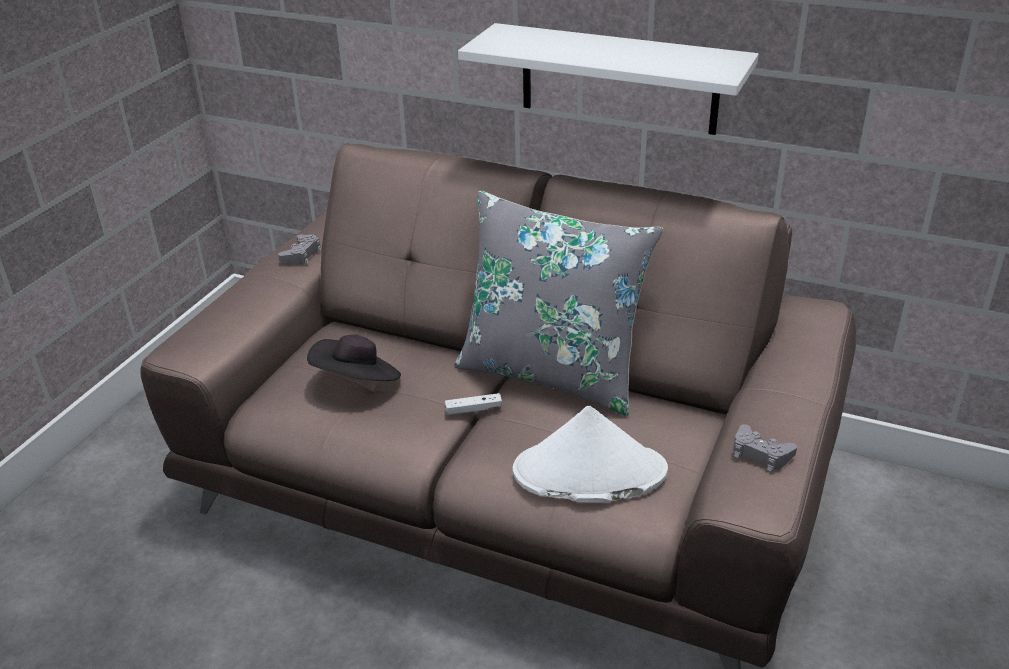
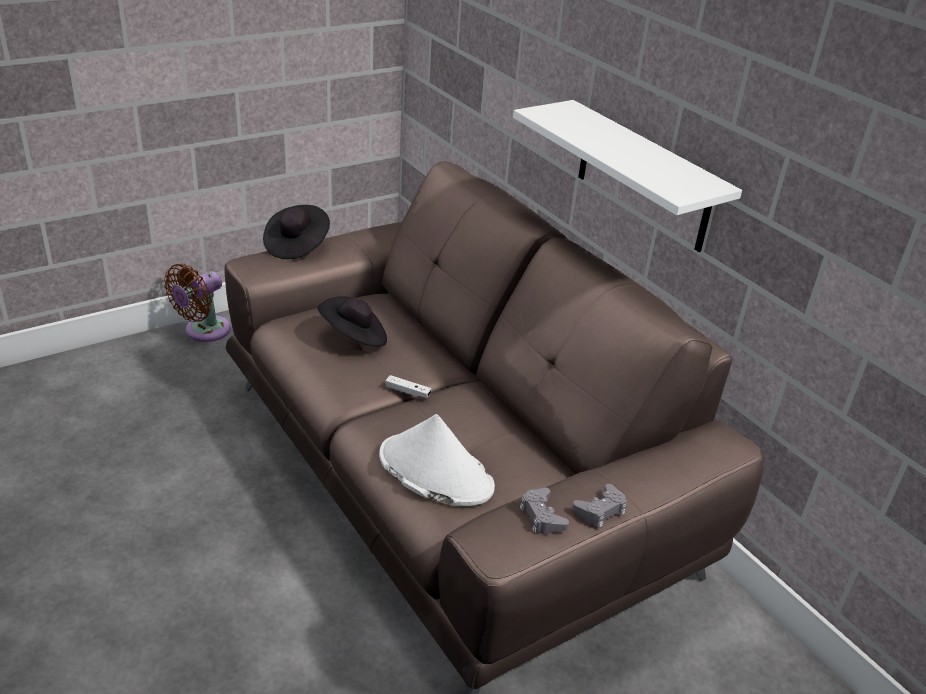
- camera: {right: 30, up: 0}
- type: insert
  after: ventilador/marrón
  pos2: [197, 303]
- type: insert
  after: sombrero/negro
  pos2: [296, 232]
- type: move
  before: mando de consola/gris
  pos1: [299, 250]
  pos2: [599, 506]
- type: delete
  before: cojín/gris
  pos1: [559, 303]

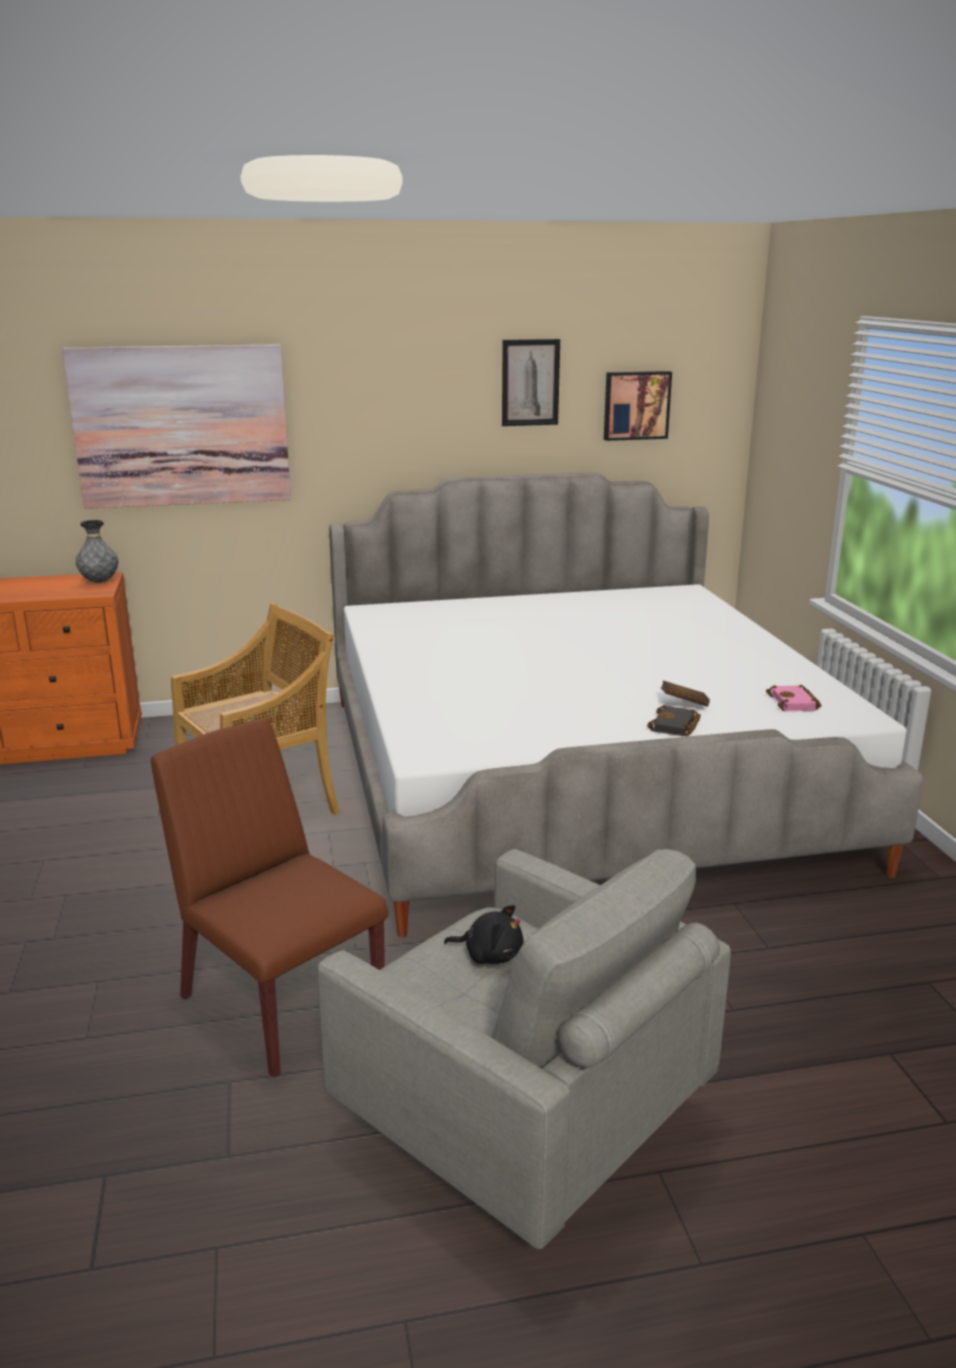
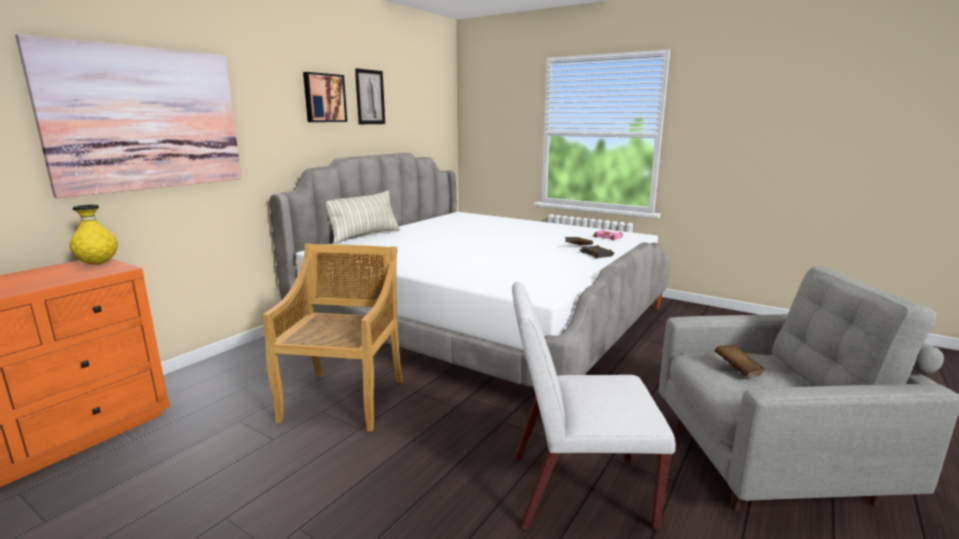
- camera: {right: -45, up: -5}
- type: recolor
  before: florero/gris
  after: florero/amarillo
  pos1: [97, 551]
  pos2: [93, 234]
- type: move
  before: cuadro
  pos1: [638, 406]
  pos2: [325, 97]
- type: insert
  after: cojín
  pos2: [363, 217]
- type: recolor
  before: silla/marrón
  after: silla/blanco
  pos1: [269, 898]
  pos2: [594, 405]
- type: replace
  before: peluche/negro
  after: libro/marrón
  pos1: [484, 934]
  pos2: [740, 361]

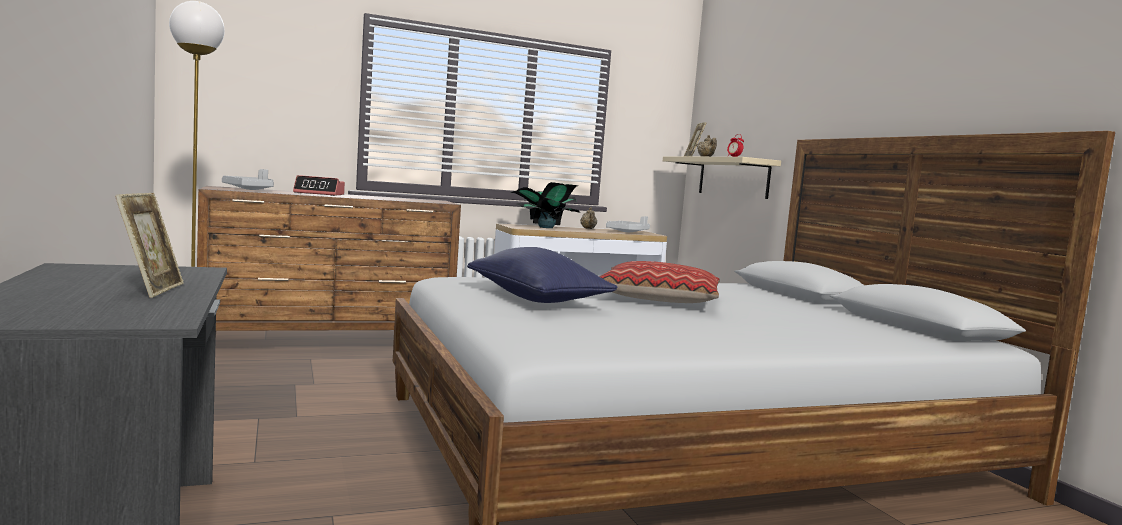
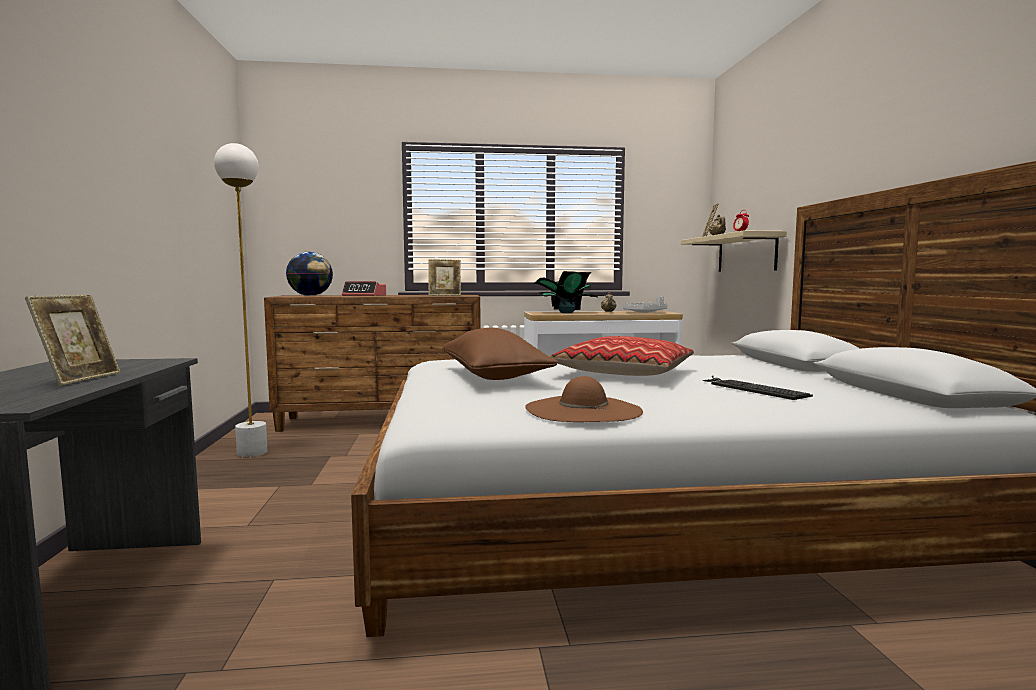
- camera: {right: 15, up: 0}
- type: replace
  before: bandeja/gris
  after: globo terráqueo
  pos1: [248, 179]
  pos2: [309, 274]
- type: insert
  after: portarretratos
  pos2: [444, 277]
- type: recolor
  before: cojín/azul
  after: cojín/marrón
  pos1: [542, 275]
  pos2: [500, 354]
- type: insert
  after: sombrero/marrón
  pos2: [584, 399]
- type: insert
  after: teclado
  pos2: [758, 388]

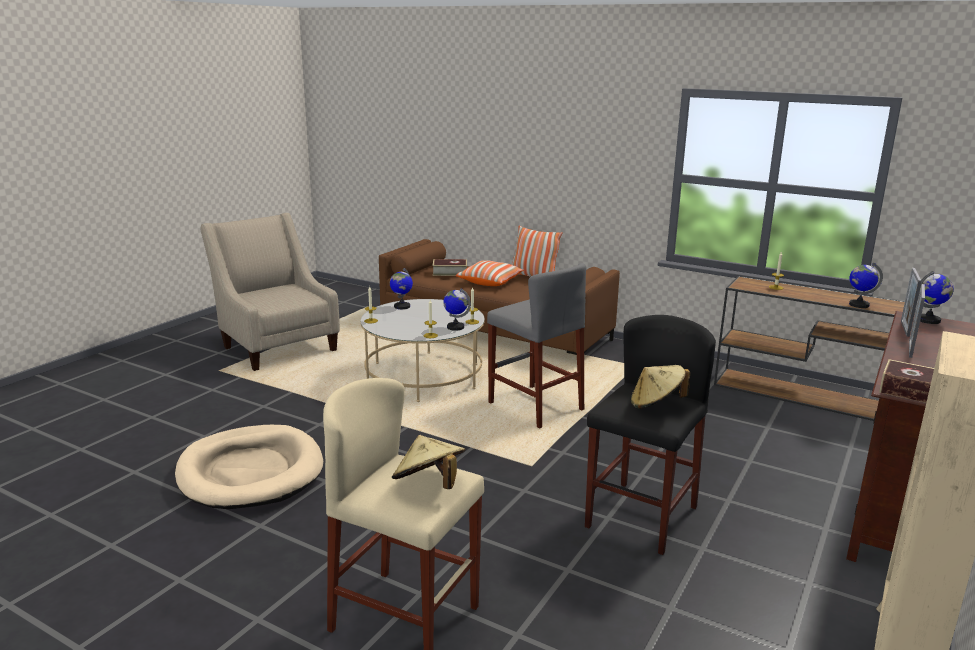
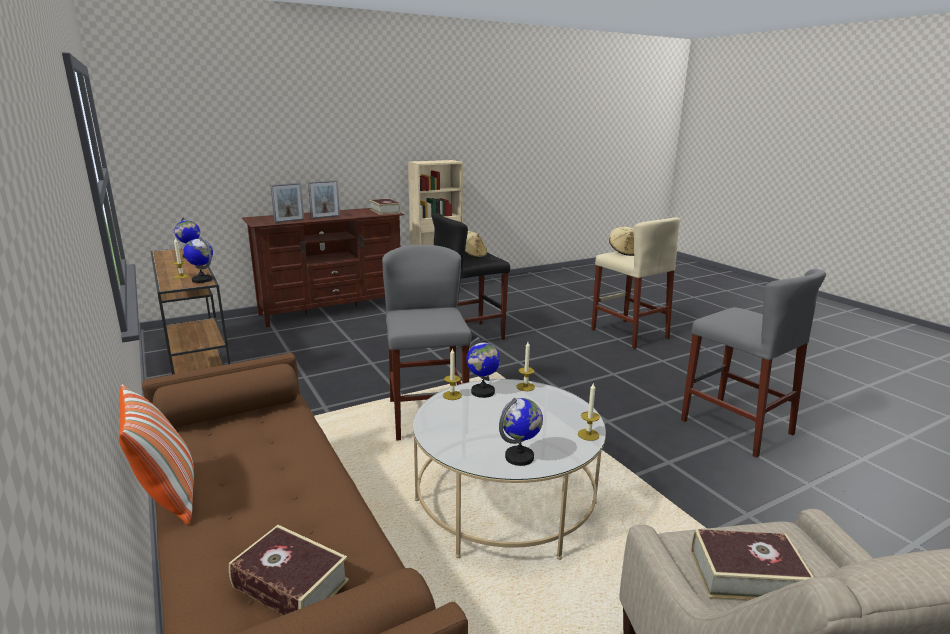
- camera: {right: -150, up: 0}
- type: move
  before: globo terráqueo
  pos1: [936, 297]
  pos2: [198, 260]
- type: replace
  before: cama para perro/beis
  after: taburete/gris
  pos1: [249, 467]
  pos2: [753, 363]
- type: insert
  after: libro
  pos2: [752, 565]
- type: delete
  before: cojín
  pos1: [490, 273]

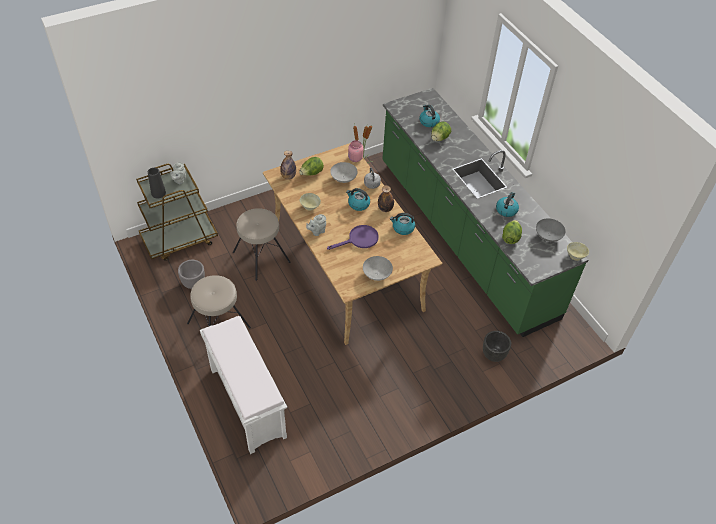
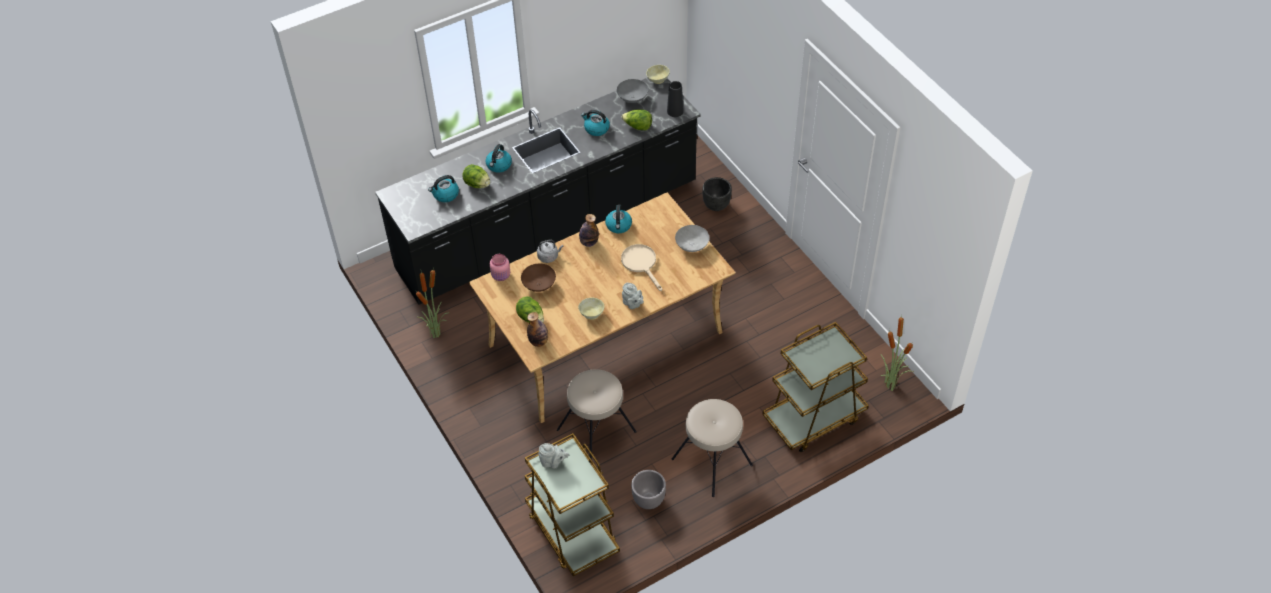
- camera: {right: -90, up: 0}
- type: recolor
  before: mueble bajo de cocina/verde
  after: mueble bajo de cocina/negro
  pos1: [485, 212]
  pos2: [538, 191]
- type: move
  before: hervidor
  pos1: [358, 199]
  pos2: [499, 158]
- type: recolor
  before: cuenco/gris
  after: cuenco/marrón
  pos1: [344, 172]
  pos2: [538, 278]
- type: recolor
  before: sartén/morado
  after: sartén/beis
  pos1: [352, 237]
  pos2: [641, 267]
- type: move
  before: florero/negro
  pos1: [157, 183]
  pos2: [675, 99]
- type: replace
  before: banco/blanco
  after: carrito/marrón
  pos1: [243, 385]
  pos2: [815, 387]
- type: insert
  after: planta en maceta
  pos2: [897, 353]

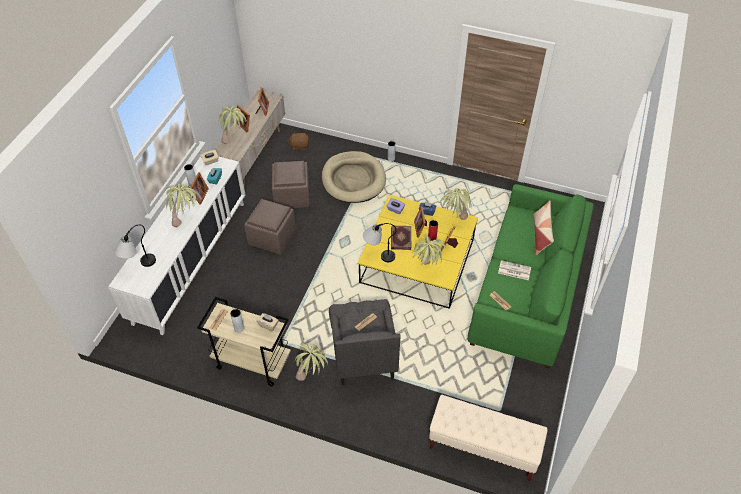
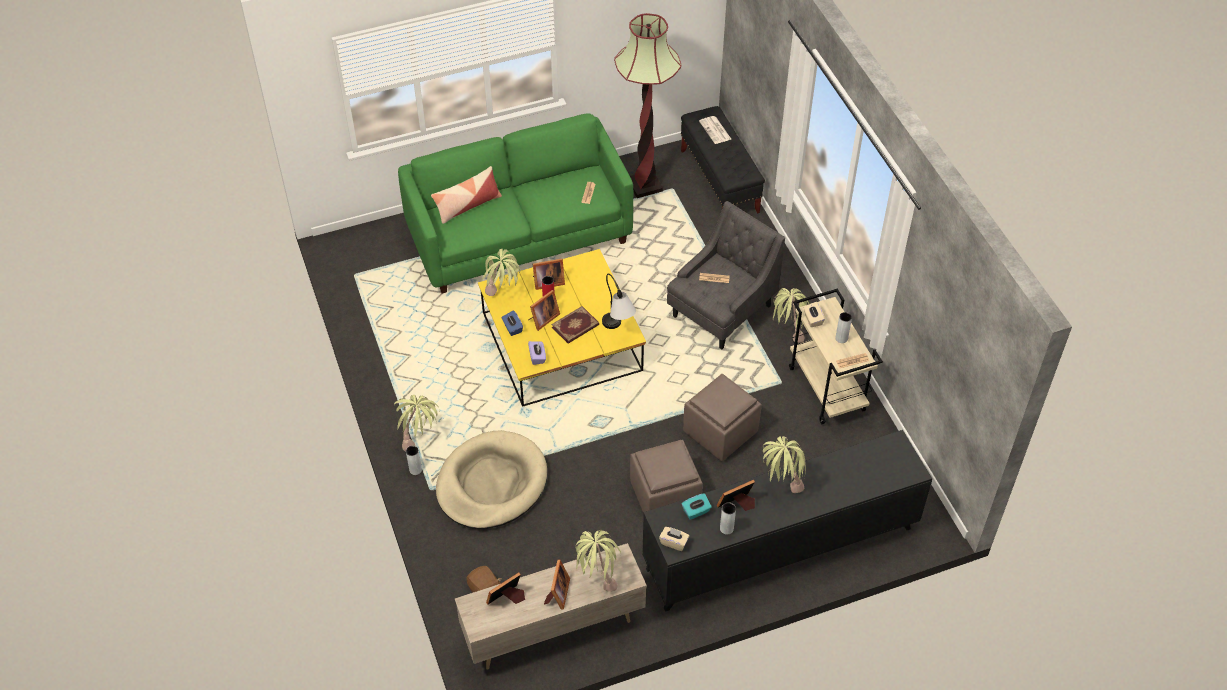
- camera: {right: -130, up: 0}
- type: move
  before: planta en maceta
  pos1: [429, 250]
  pos2: [417, 423]
- type: insert
  after: lámpara de pie
  pos2: [647, 105]
- type: recolor
  before: armario/blanco
  after: armario/negro
  pos1: [177, 243]
  pos2: [787, 521]
- type: recolor
  before: banco/beis
  after: banco/negro
  pos1: [488, 438]
  pos2: [723, 159]
- type: move
  before: puf/marrón
  pos1: [291, 184]
  pos2: [722, 417]
- type: move
  before: periódico
  pos1: [514, 270]
  pos2: [715, 130]
- type: delete
  before: lámpara de mesa
  pos1: [135, 245]

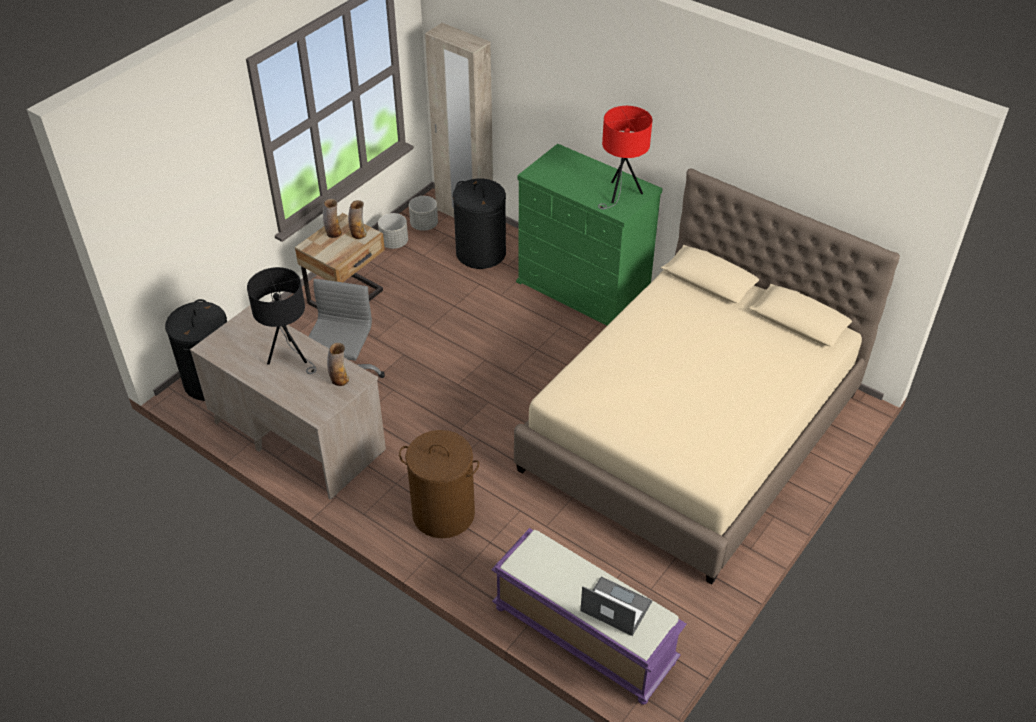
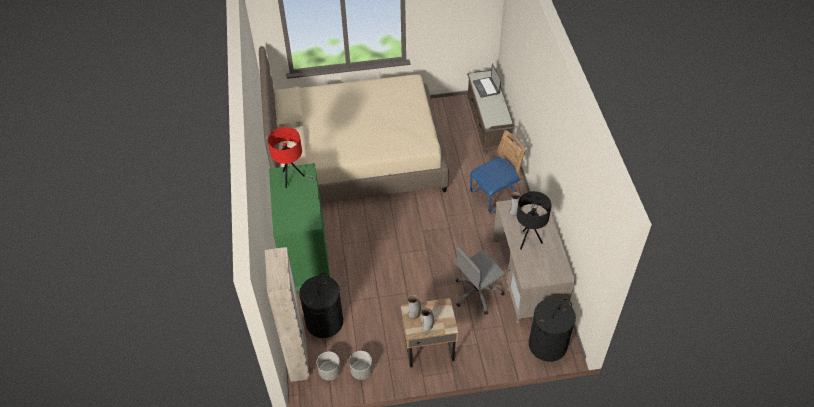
- camera: {right: -135, up: 5}
- type: recolor
  before: banco/morado
  after: banco/marrón
  pos1: [589, 616]
  pos2: [490, 112]
- type: replace
  before: cesto de la ropa/marrón
  after: silla/azul
  pos1: [439, 484]
  pos2: [497, 172]

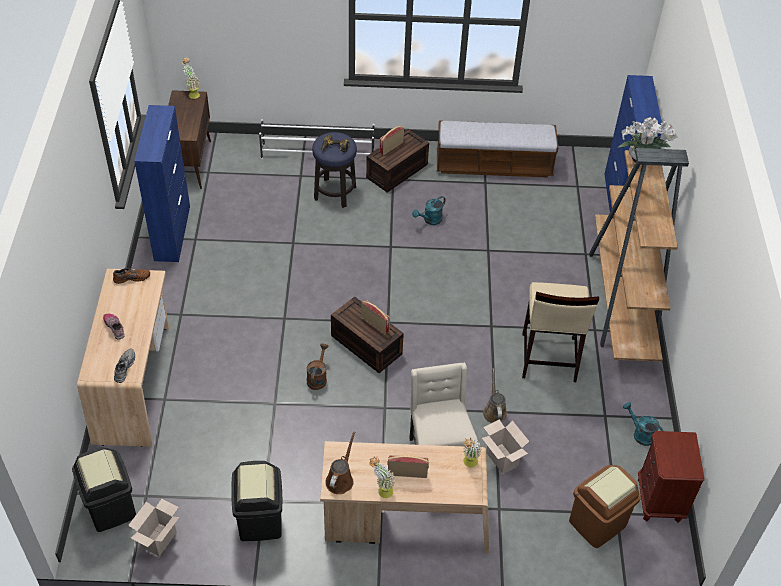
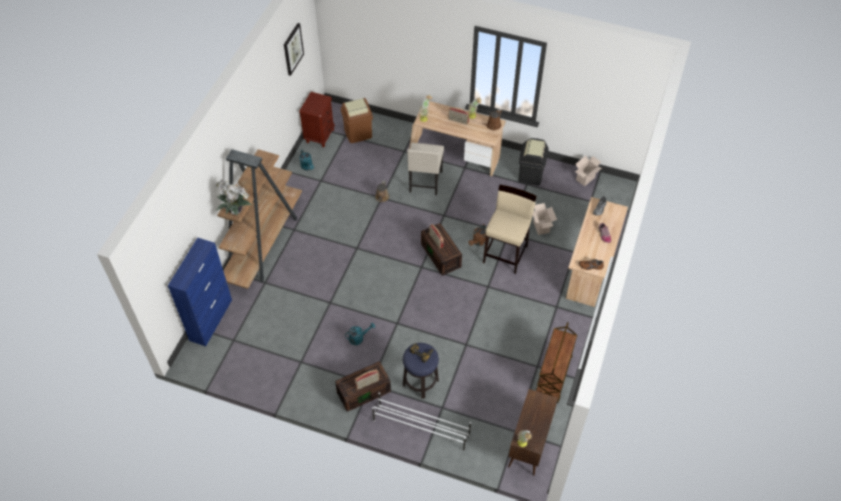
- camera: {right: -160, up: 5}
- type: insert
  after: cuadro
  pos2: [294, 49]
- type: move
  before: taburete/beis
  pos1: [560, 332]
  pos2: [510, 229]
- type: move
  before: caja de cartón
  pos1: [505, 446]
  pos2: [545, 219]
- type: replace
  before: armario/azul
  after: carrito/marrón
  pos1: [162, 183]
  pos2: [556, 362]
- type: delete
  before: papelera/negro
  pos1: [104, 489]
- type: delete
  before: banco
  pos1: [497, 149]

